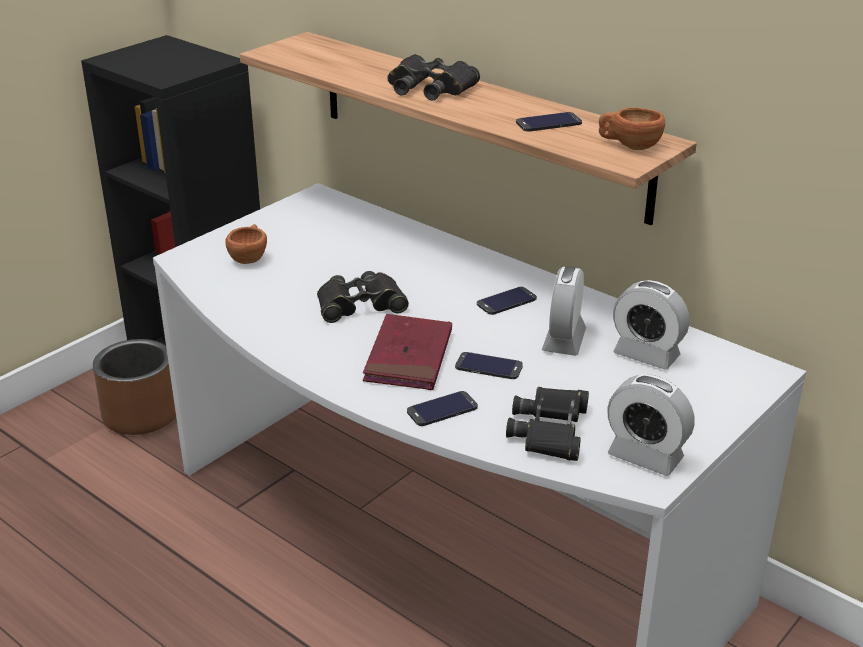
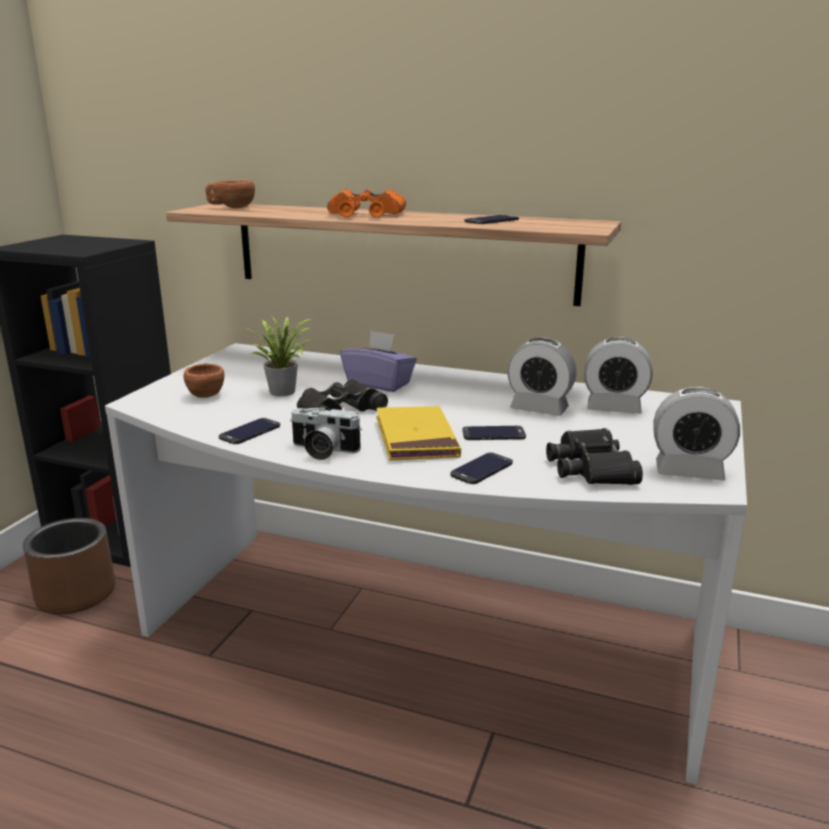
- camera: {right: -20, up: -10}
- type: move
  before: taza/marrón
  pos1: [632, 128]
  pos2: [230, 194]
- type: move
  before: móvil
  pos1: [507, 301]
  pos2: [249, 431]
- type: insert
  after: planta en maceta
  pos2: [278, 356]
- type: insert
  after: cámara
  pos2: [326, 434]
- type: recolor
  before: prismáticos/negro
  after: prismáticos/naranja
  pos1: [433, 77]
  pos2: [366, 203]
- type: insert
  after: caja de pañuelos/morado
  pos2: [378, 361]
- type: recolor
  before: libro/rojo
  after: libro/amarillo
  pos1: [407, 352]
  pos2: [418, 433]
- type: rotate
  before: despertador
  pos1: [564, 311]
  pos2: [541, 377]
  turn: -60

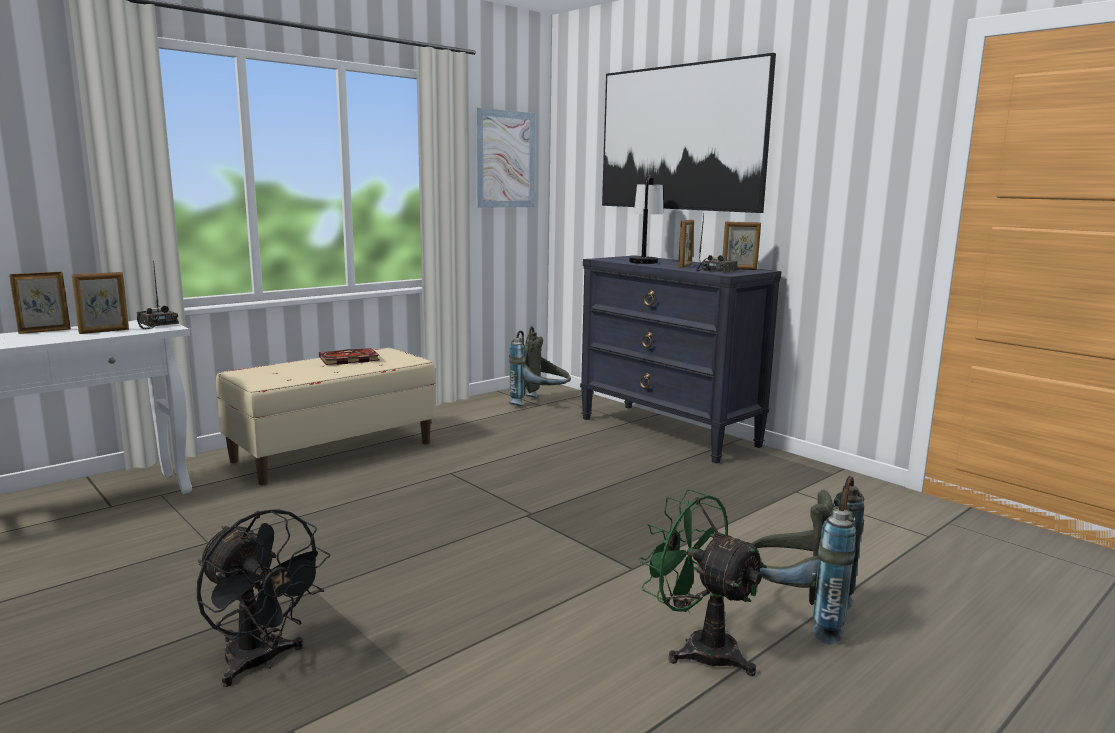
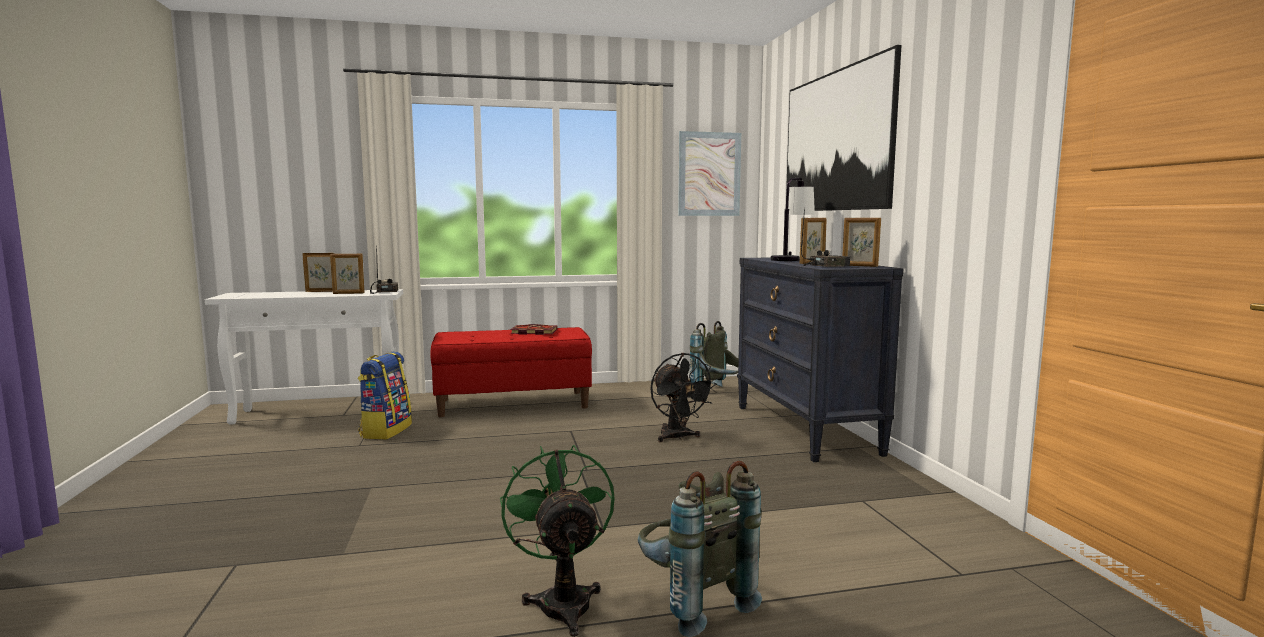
- camera: {right: 30, up: -5}
- type: insert
  after: mochila
  pos2: [385, 395]
- type: recolor
  before: banco/beis
  after: banco/rojo
  pos1: [326, 416]
  pos2: [511, 372]
- type: move
  before: ventilador/negro
  pos1: [263, 598]
  pos2: [684, 397]

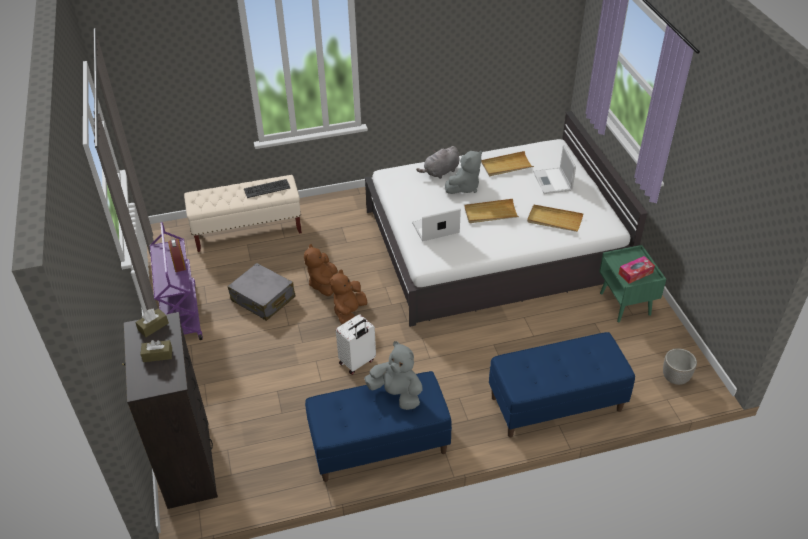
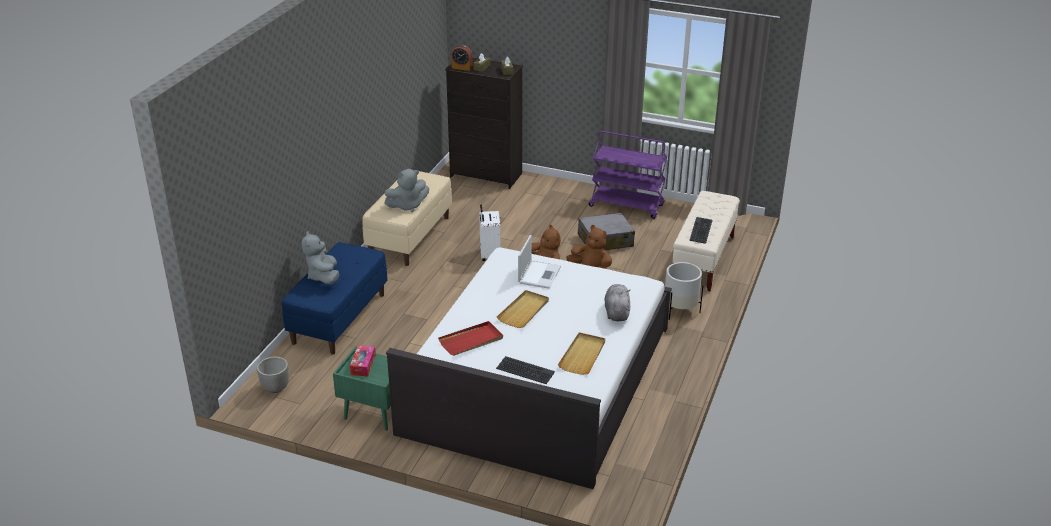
- camera: {right: 125, up: -10}
- type: move
  before: peluche/gris
  pos1: [463, 172]
  pos2: [320, 257]
- type: recolor
  before: banco/azul
  after: banco/beis
  pos1: [378, 426]
  pos2: [407, 218]
- type: recolor
  before: bandeja/beis
  after: bandeja/rojo
  pos1: [555, 218]
  pos2: [470, 338]
- type: move
  before: despertador
  pos1: [177, 255]
  pos2: [462, 57]
- type: replace
  before: portátil
  after: teclado
  pos1: [554, 169]
  pos2: [525, 370]
- type: insert
  after: maceta/blanco
  pos2: [684, 291]

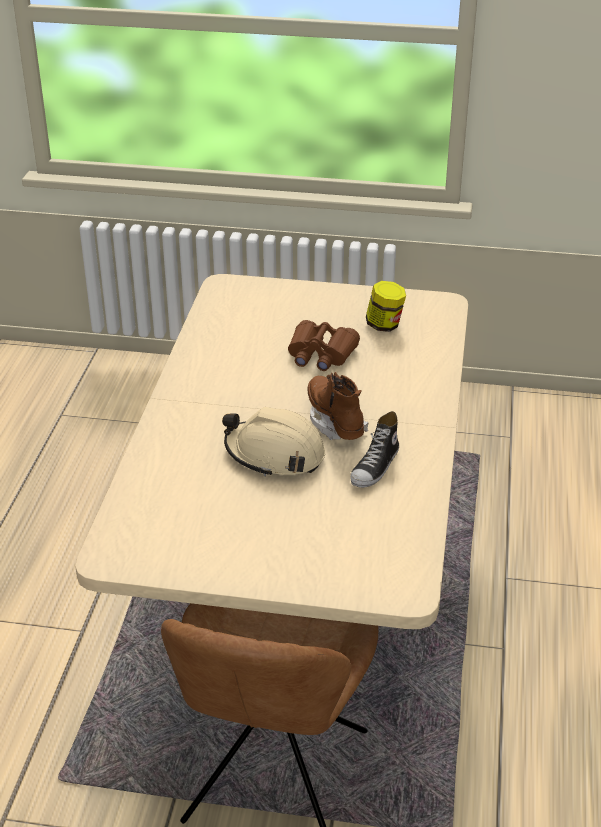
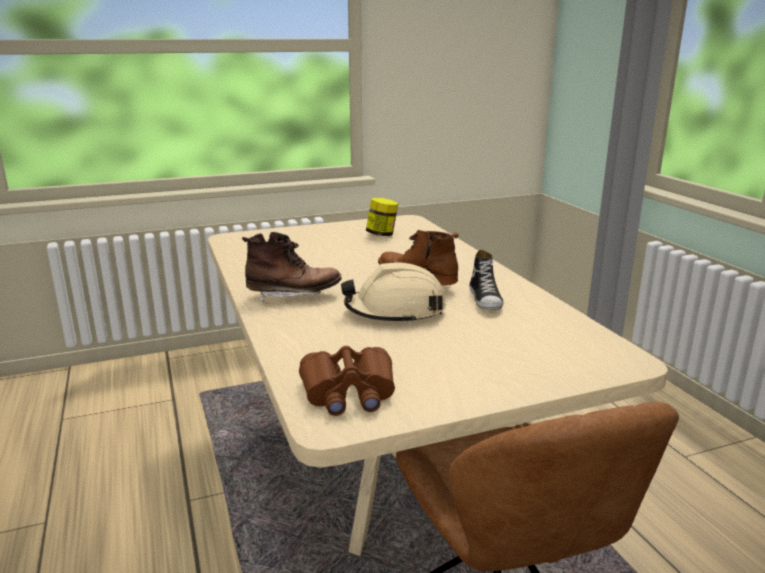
- camera: {right: -30, up: -15}
- type: insert
  after: bota/marrón
  pos2: [291, 267]
- type: move
  before: prismáticos/marrón
  pos1: [324, 345]
  pos2: [347, 381]

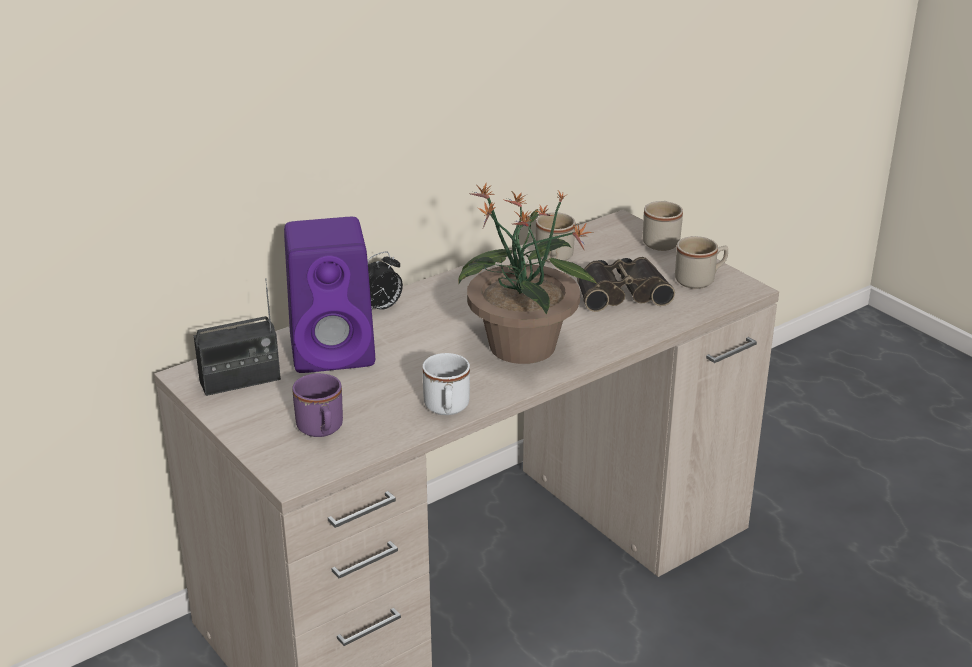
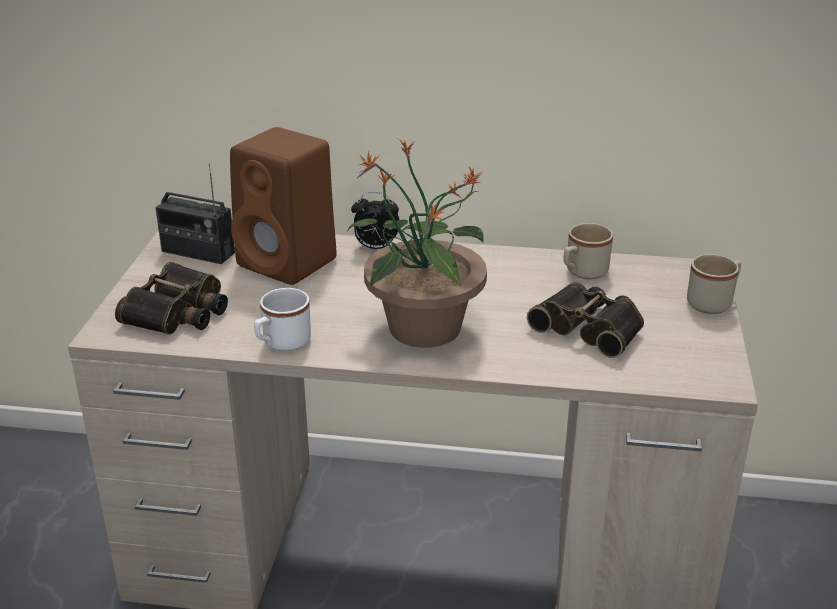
- camera: {right: 45, up: 0}
- type: replace
  before: taza grande/morado
  after: prismáticos
  pos1: [317, 405]
  pos2: [171, 298]
- type: recolor
  before: altavoz/morado
  after: altavoz/marrón
  pos1: [329, 295]
  pos2: [283, 206]
- type: delete
  before: taza grande/beis
  pos1: [701, 262]

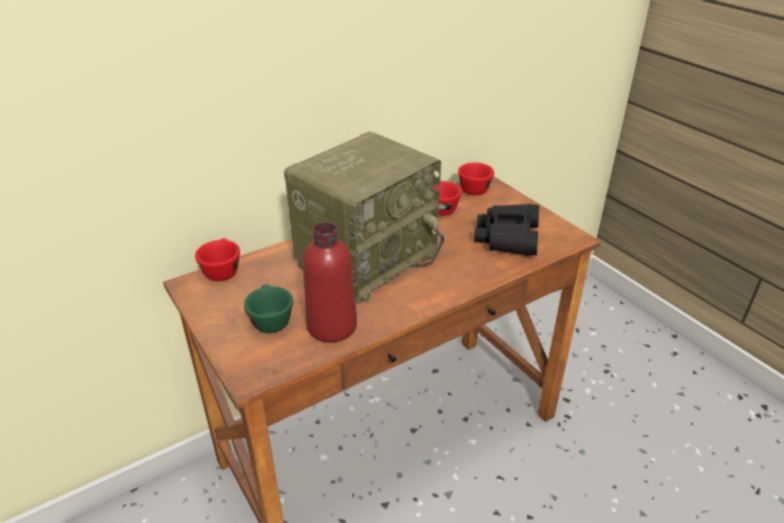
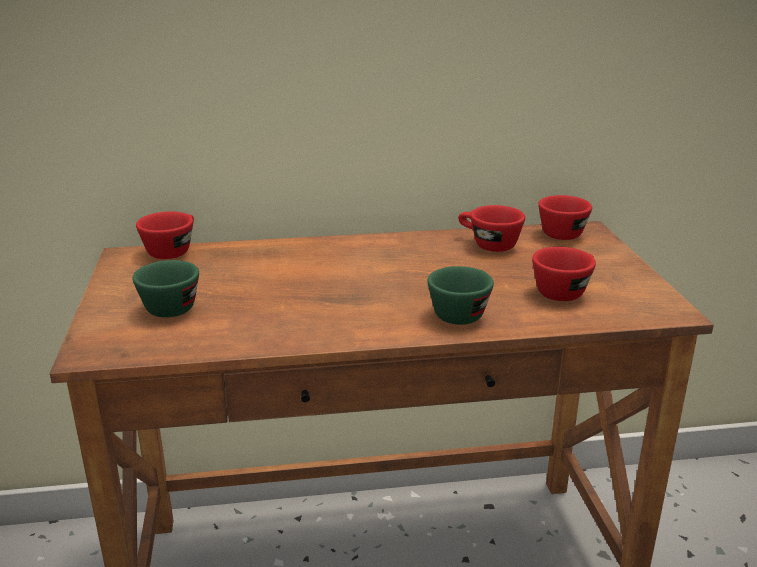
- camera: {right: 25, up: -10}
- type: insert
  after: taza/verde
  pos2: [460, 295]
- type: replace
  before: prismáticos/negro
  after: taza/rojo
  pos1: [506, 230]
  pos2: [564, 274]
- type: delete
  before: radio
  pos1: [364, 217]
- type: delete
  before: botella/rojo
  pos1: [330, 282]

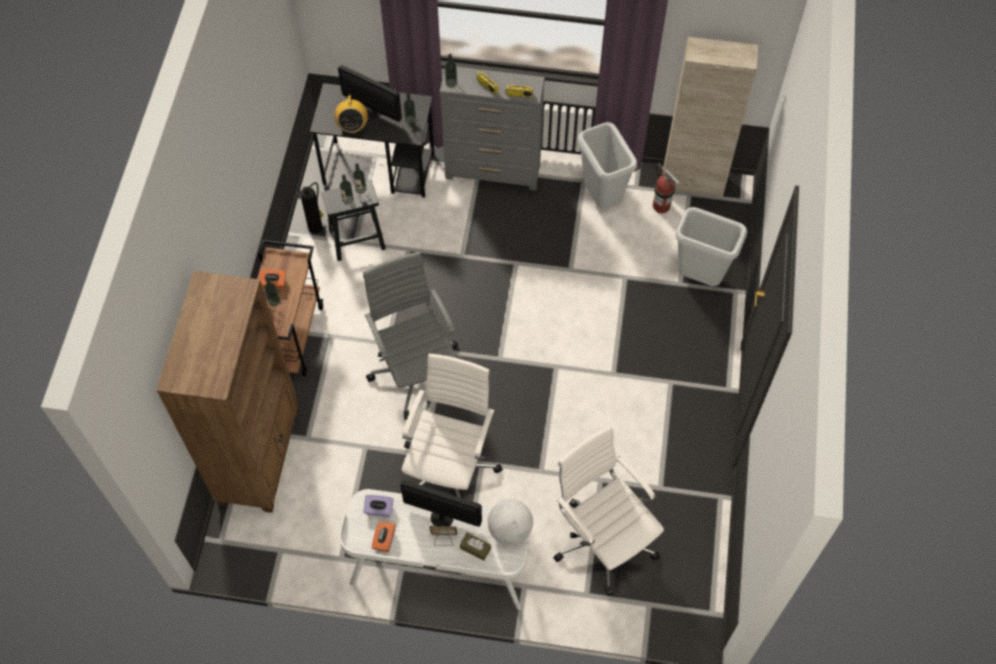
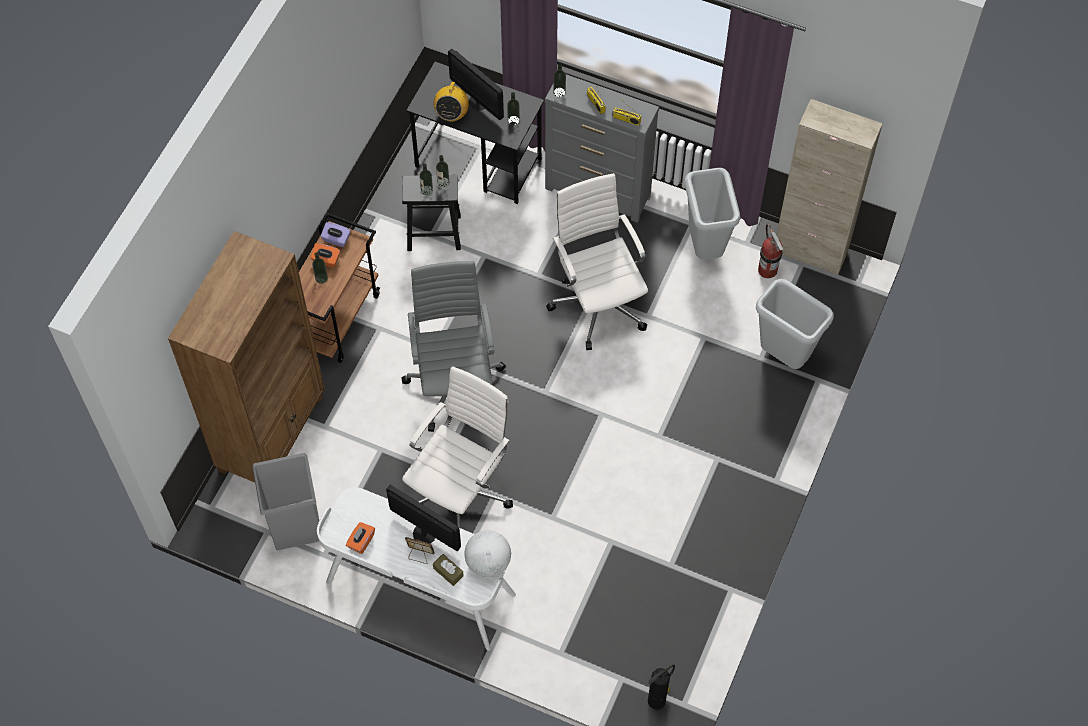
- camera: {right: 15, up: 0}
- type: insert
  after: papelera/gris
  pos2: [285, 501]
- type: move
  before: caja de pañuelos/morado
  pos1: [379, 506]
  pos2: [336, 234]
- type: move
  before: silla de oficina/blanco
  pos1: [608, 511]
  pos2: [597, 262]
- type: move
  before: extintor
  pos1: [310, 208]
  pos2: [661, 687]

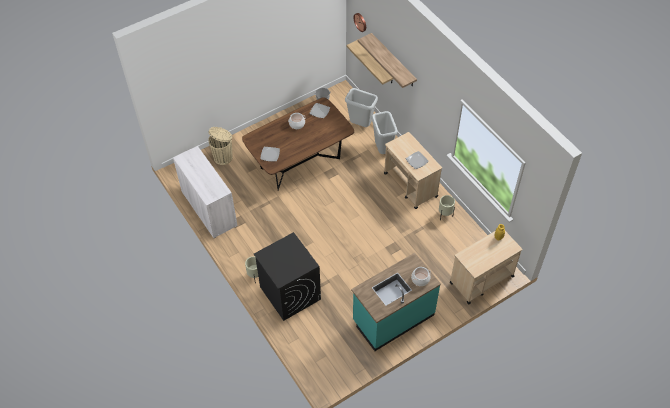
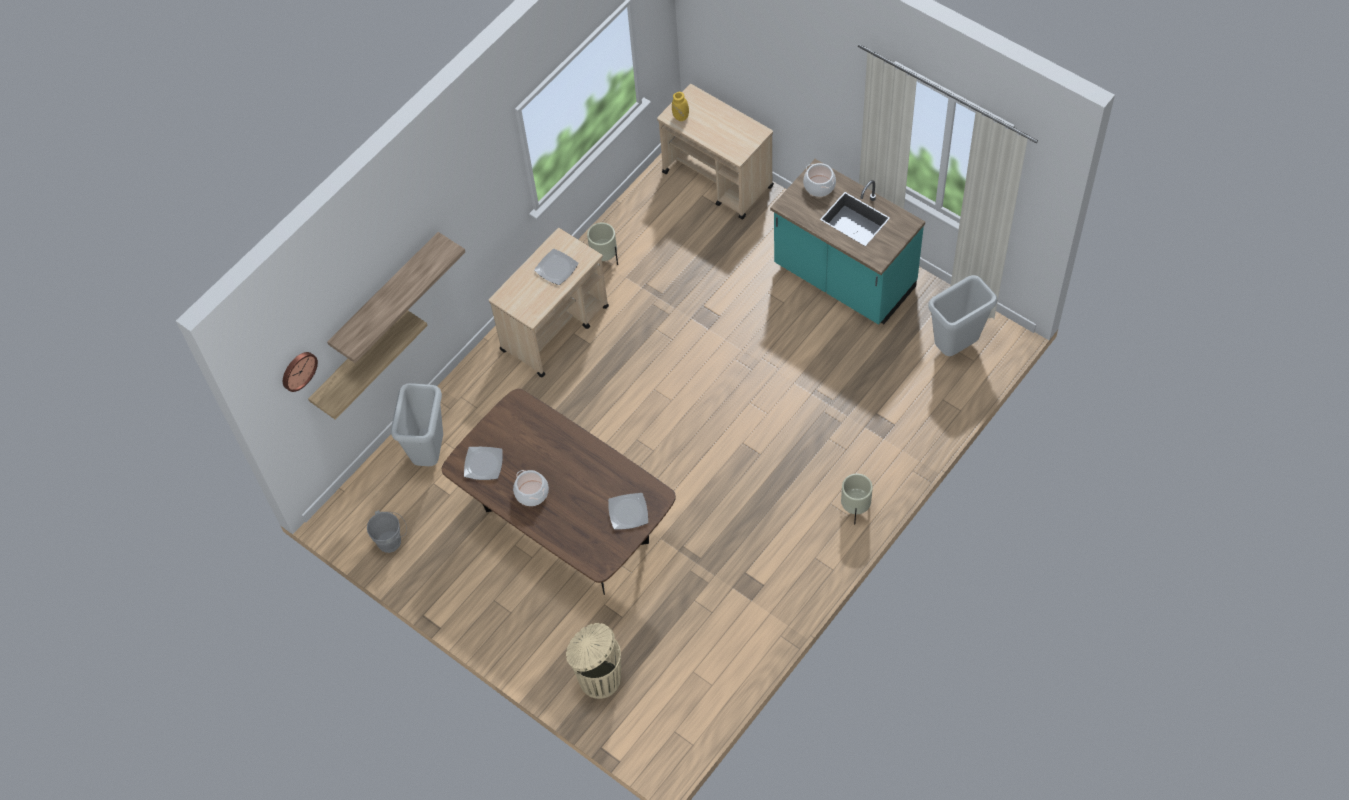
- camera: {right: -105, up: 5}
- type: move
  before: papelera/gris
  pos1: [384, 132]
  pos2: [962, 315]
- type: delete
  before: armario/blanco
  pos1: [205, 192]
- type: delete
  before: lavadora/negro
  pos1: [287, 276]

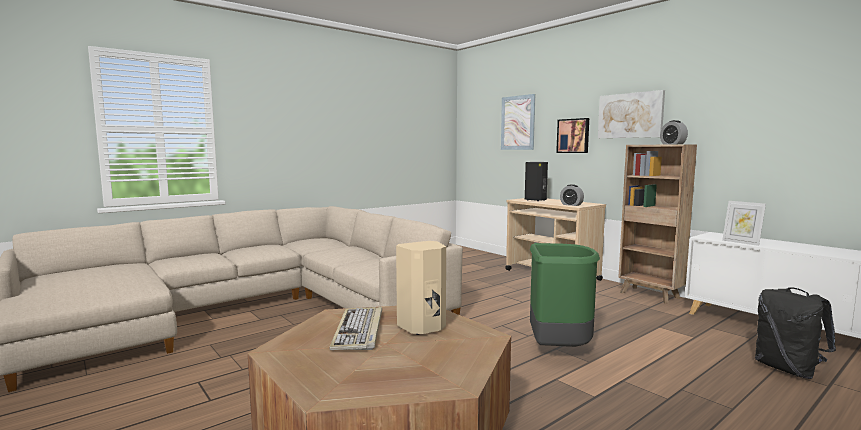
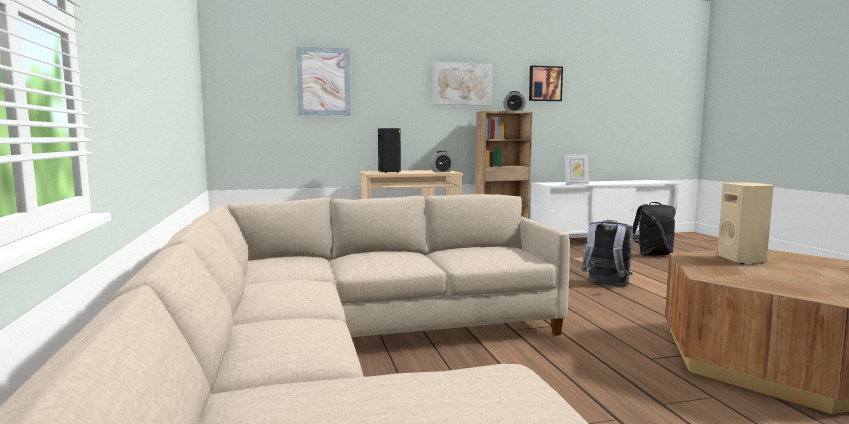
- camera: {right: -65, up: 0}
- type: move
  before: cuadro
  pos1: [572, 135]
  pos2: [546, 83]
- type: replace
  before: papelera/verde
  after: mochila/gris
  pos1: [565, 295]
  pos2: [607, 253]
- type: delete
  before: teclado
  pos1: [355, 328]

